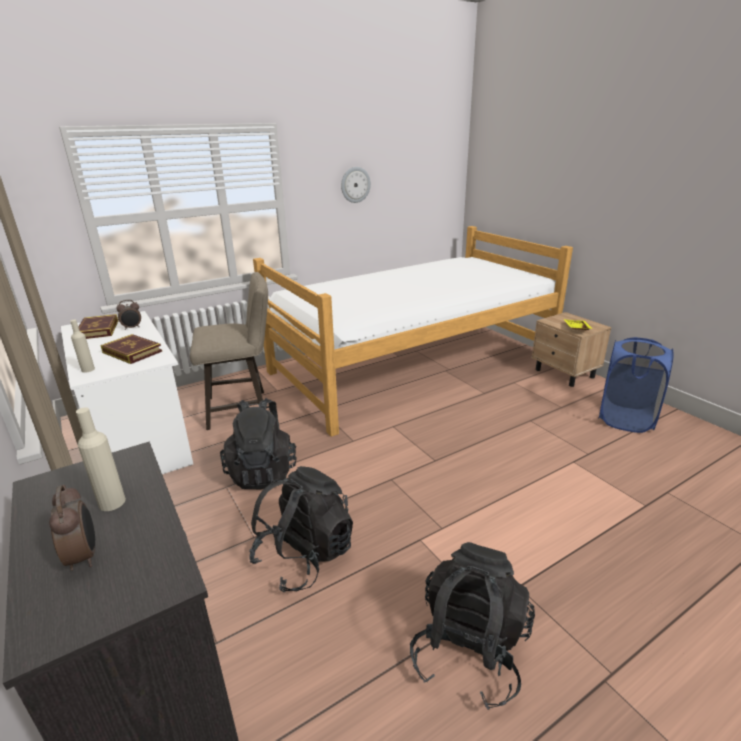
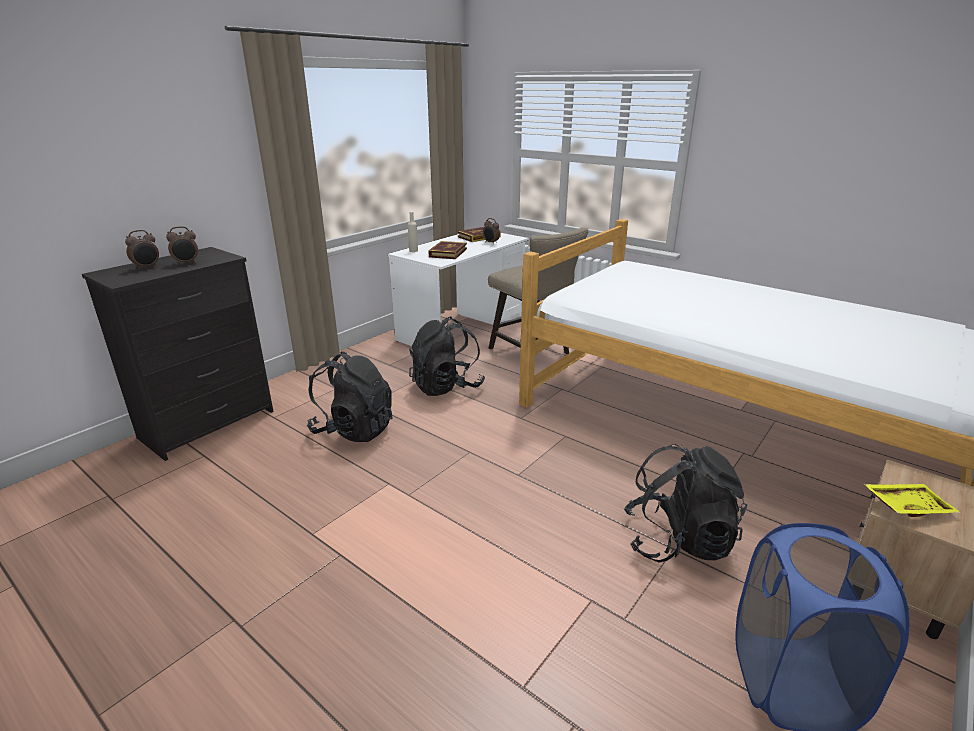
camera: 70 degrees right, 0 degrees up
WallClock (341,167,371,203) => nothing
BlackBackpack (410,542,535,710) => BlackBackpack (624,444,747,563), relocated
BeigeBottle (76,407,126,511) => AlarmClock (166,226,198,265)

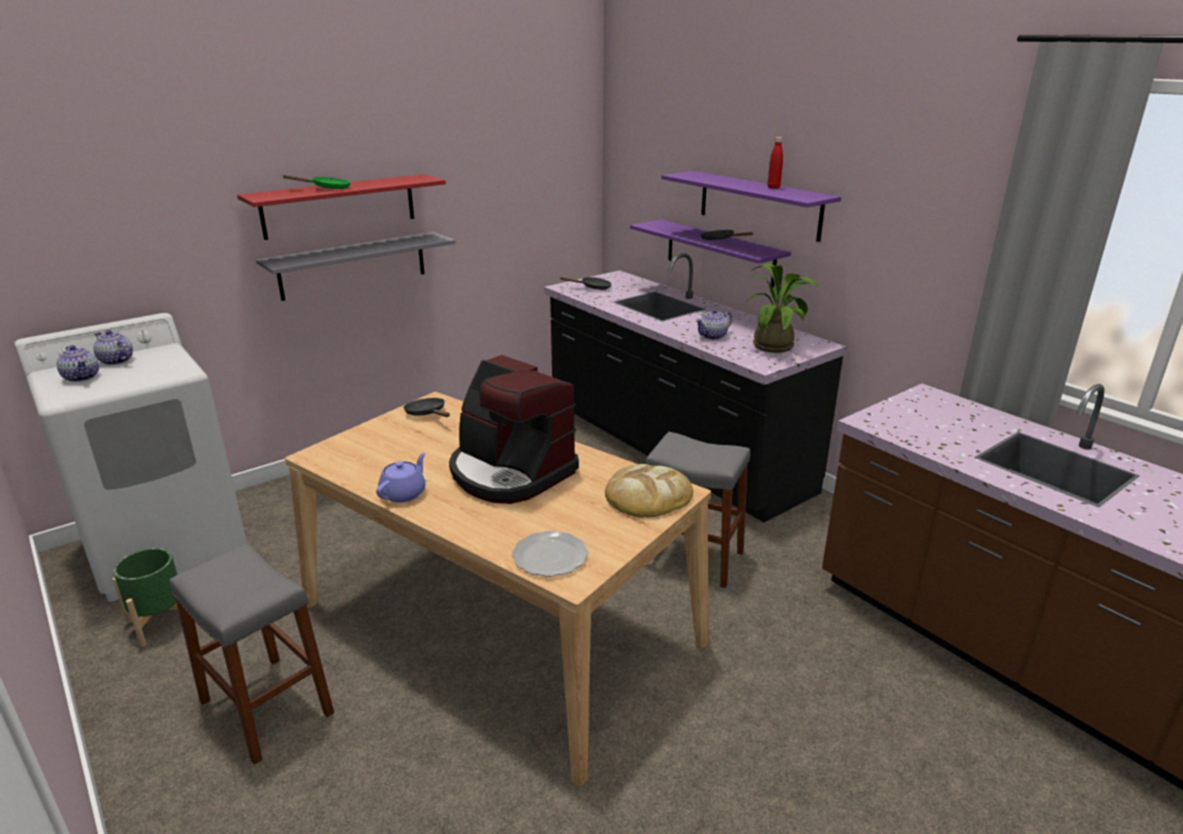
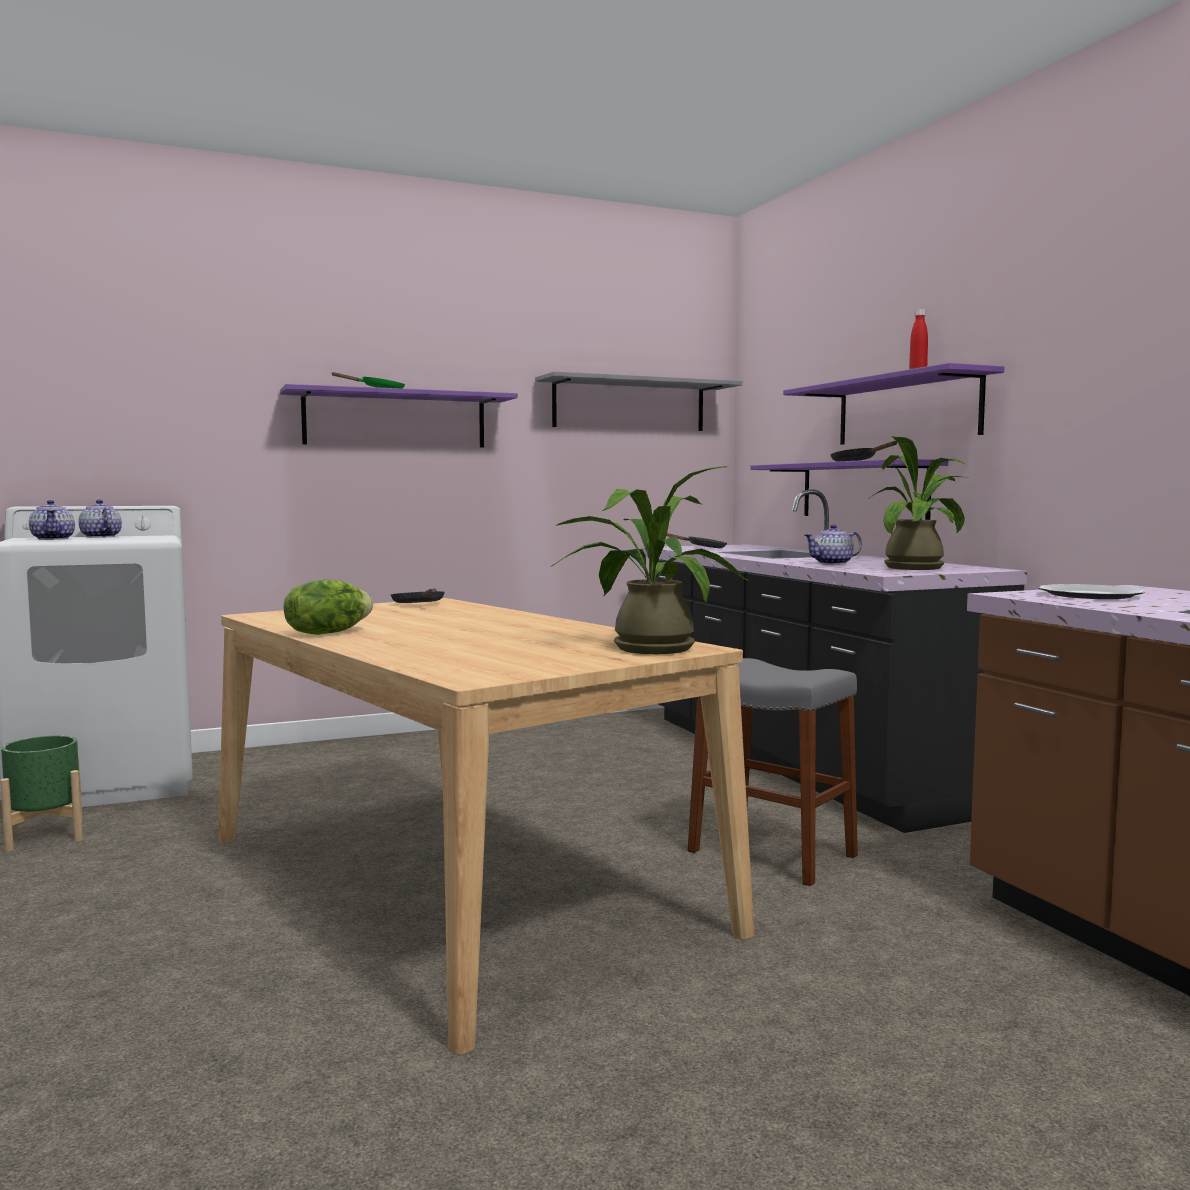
camera: 15 degrees right, 20 degrees down
GreyStool (170,544,334,765) => nothing
CoffeeMachine (449,355,579,504) => nothing
GreyShelf (256,232,455,301) => GreyShelf (535,371,743,431), relocated
Plate (512,531,588,577) => Plate (1039,584,1145,599), relocated
PurpleTeapot (376,453,426,503) => Lettuce (284,579,373,635)
Bread (605,464,693,518) => PottedPlant (552,466,748,654)
RedShelf (237,174,446,240) => PurpleShelf (280,384,518,448)

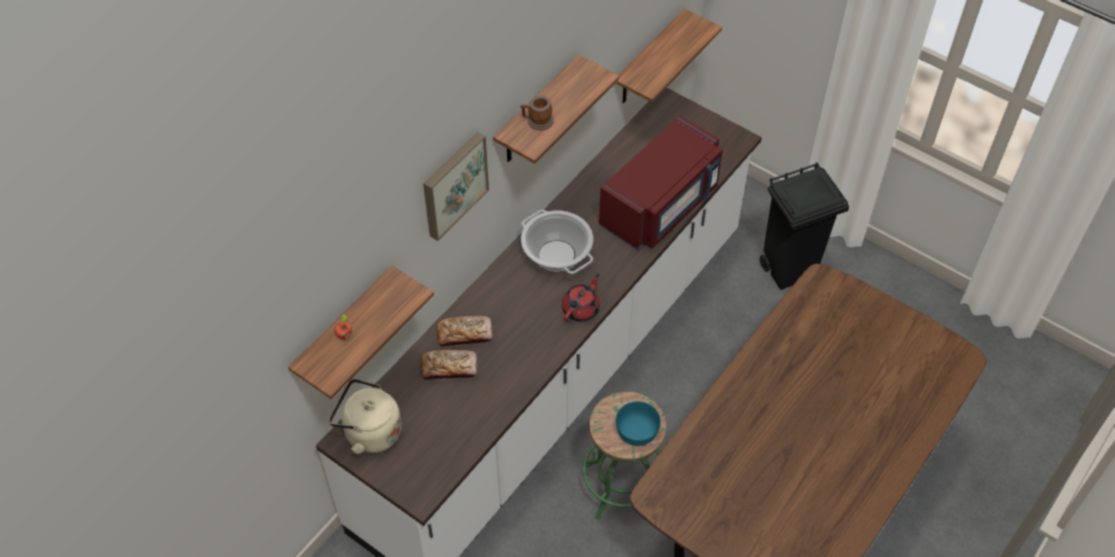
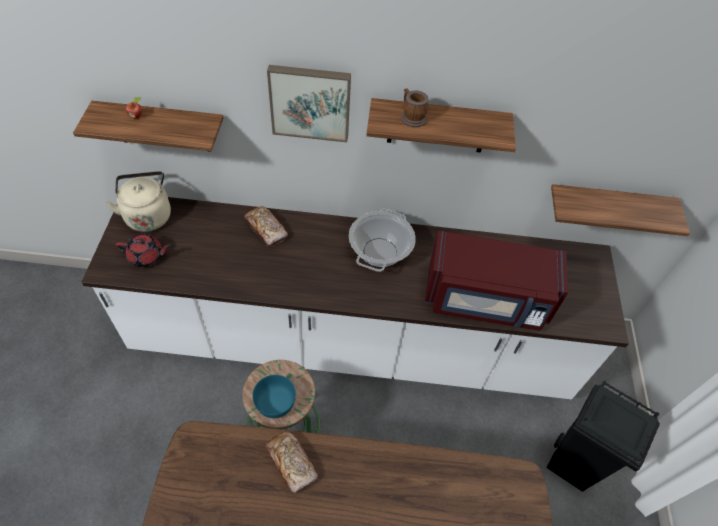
camera: 55 degrees right, 0 degrees up
Bread (420,350,477,380) => Bread (265,430,318,493), relocated
RedTeapot (562,274,600,322) => RedTeapot (115,233,172,267), relocated

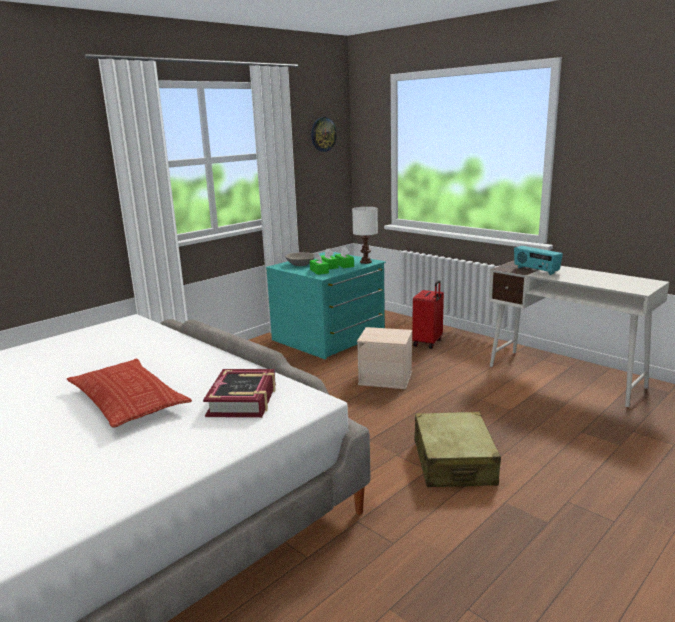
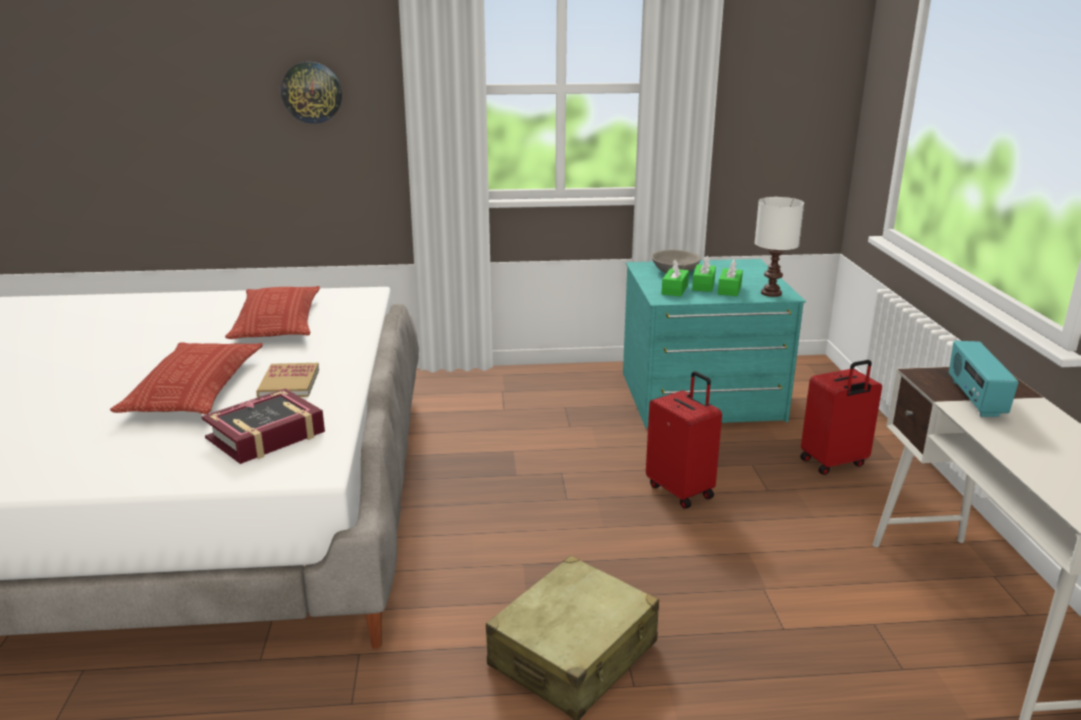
camera: 40 degrees right, 5 degrees up
nothing => Pillow (225,286,320,339)
nothing => Book (256,363,319,397)
WallClock (311,117,337,152) => WallClock (281,62,342,124), relocated
BeigeStorageBox (357,327,412,389) => RedSuitcase (646,371,722,509)

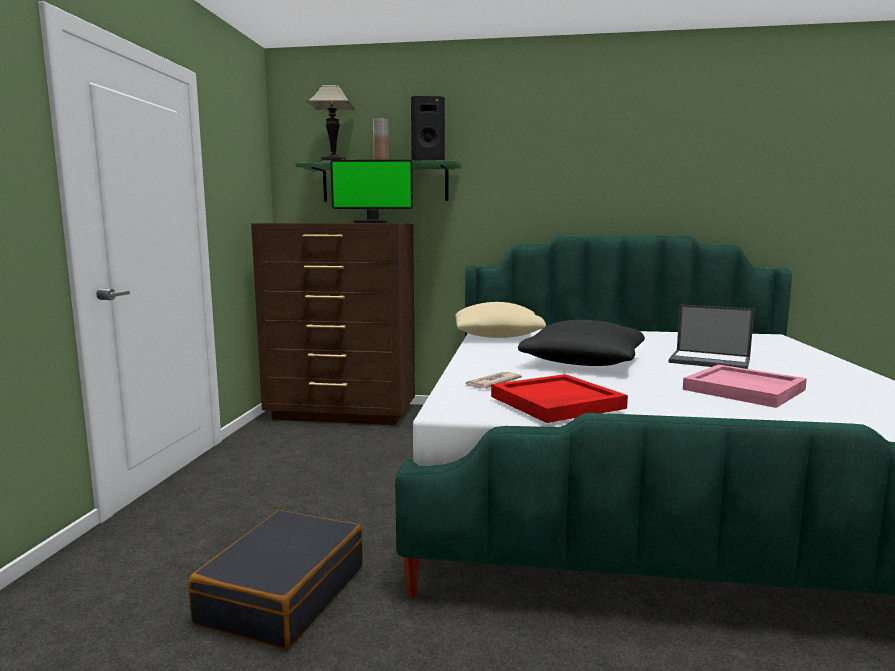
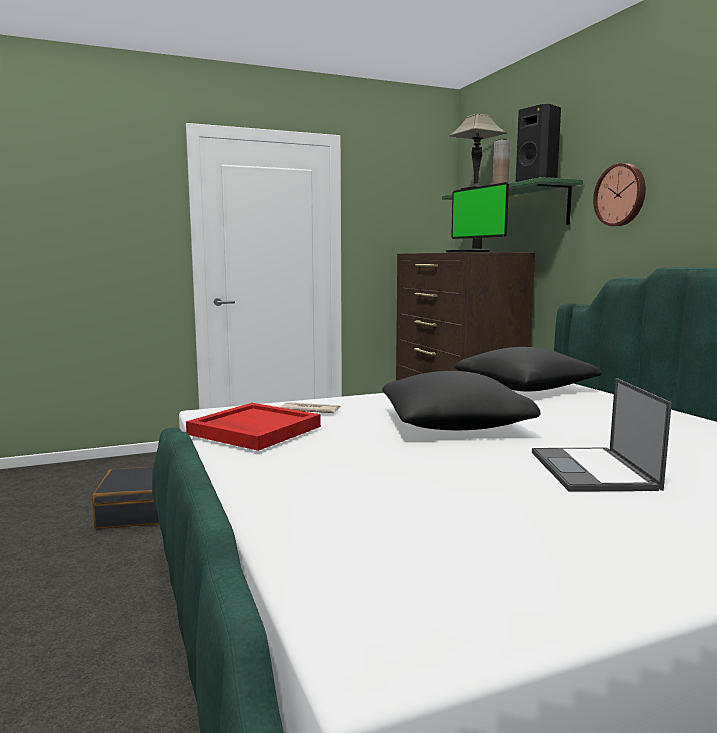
camera: 60 degrees right, 0 degrees up
PinkTray (683,364,807,408) => nothing
nothing => WallClock (593,163,646,226)
BeigePillow (455,302,546,338) => BlackPillow (455,347,602,392)

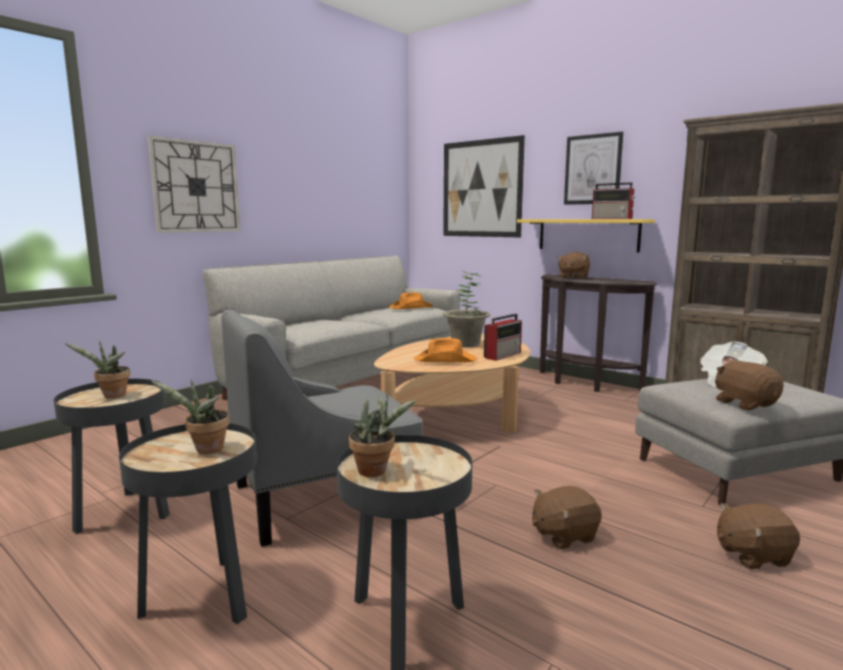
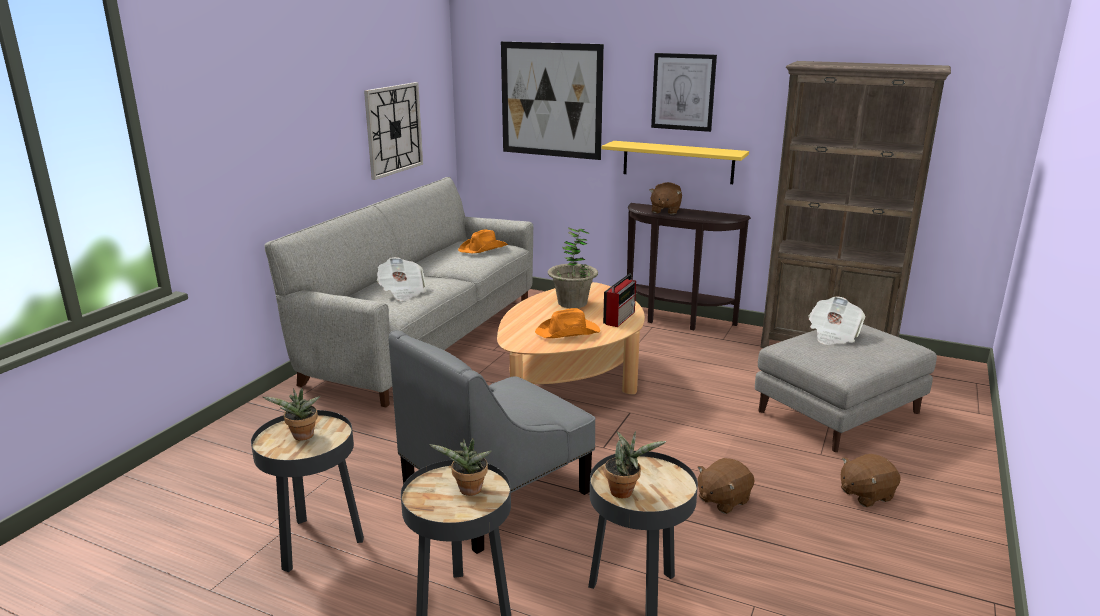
camera: 15 degrees left, 10 degrees up
Radio (592,182,635,219) => nothing
BrownPlushToy (715,360,784,410) => nothing
nothing => Newspaper (377,257,426,301)
WallClock (148,136,240,233) => WallClock (364,82,423,180), relocated

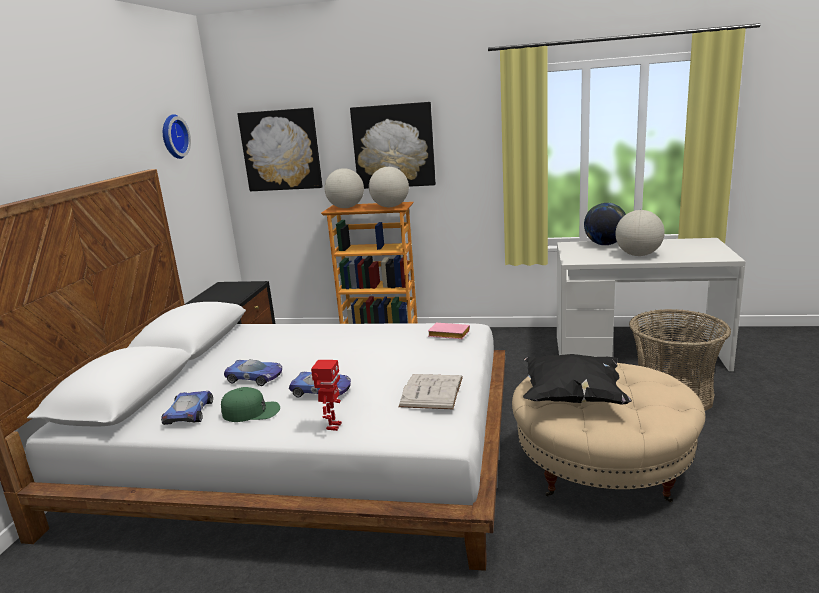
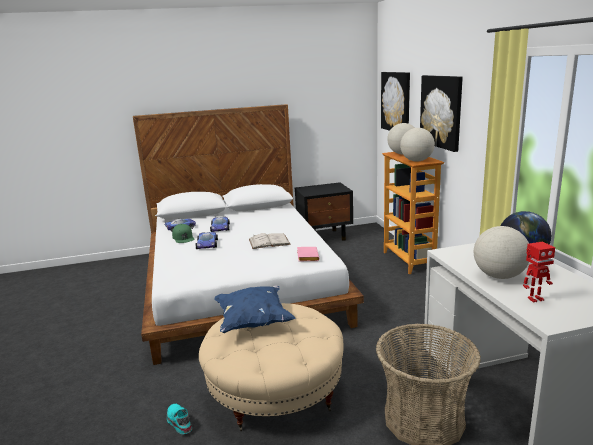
camera: 65 degrees right, 0 degrees up
WallClock (163,114,191,159) => nothing
nothing => TurquoiseShoe (167,404,192,434)
ToyRobot (311,360,342,431) => ToyRobot (523,242,555,303), relocated
WhiteBook (398,374,463,409) => WhiteBook (249,233,291,249), relocated
BlackPillow (523,354,632,405) => BluePillow (214,285,296,333)

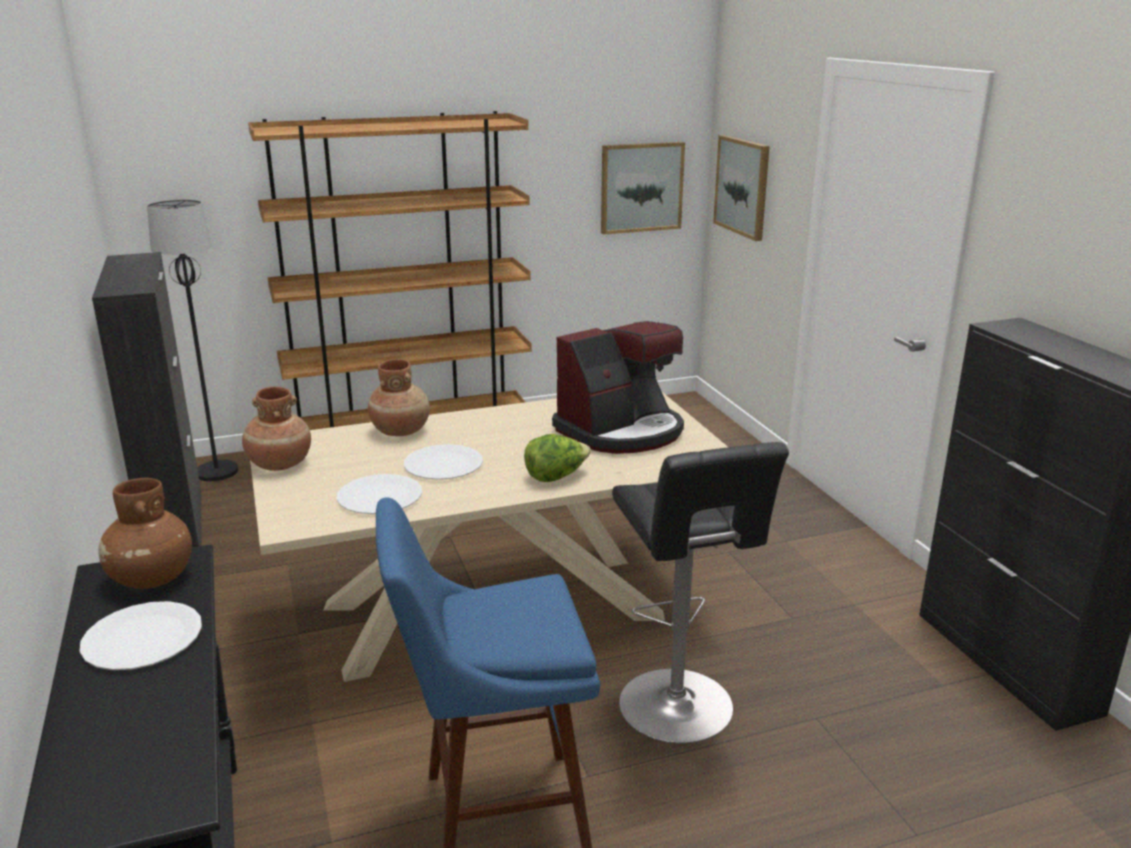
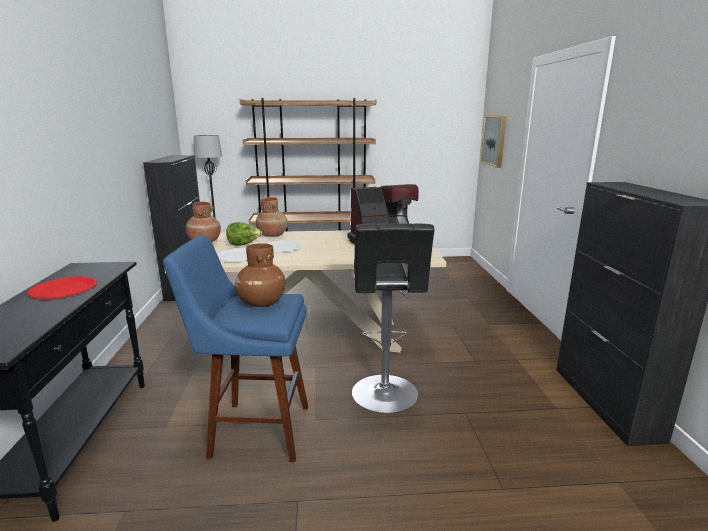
camera: 15 degrees right, 5 degrees down
Picture (601,142,685,235) => nothing
BrownVase (98,478,192,589) => BrownVase (235,243,286,307), relocated
Lettuce (524,434,591,482) => Lettuce (226,222,262,246), relocated
WhitePlate (80,601,202,670) => RedPlate (27,276,97,299)

